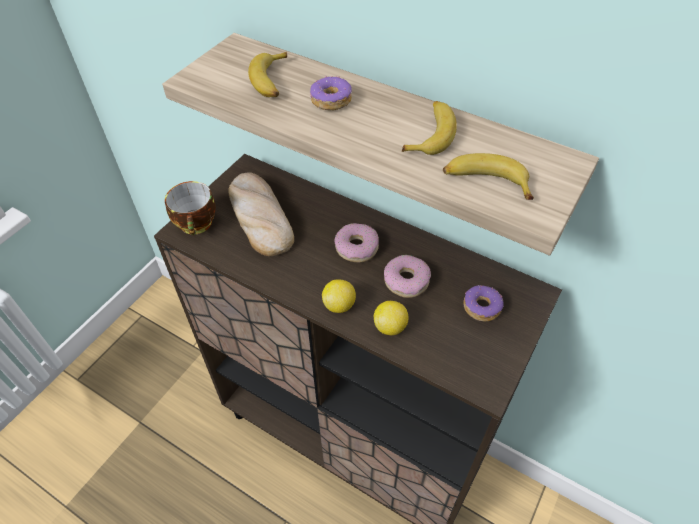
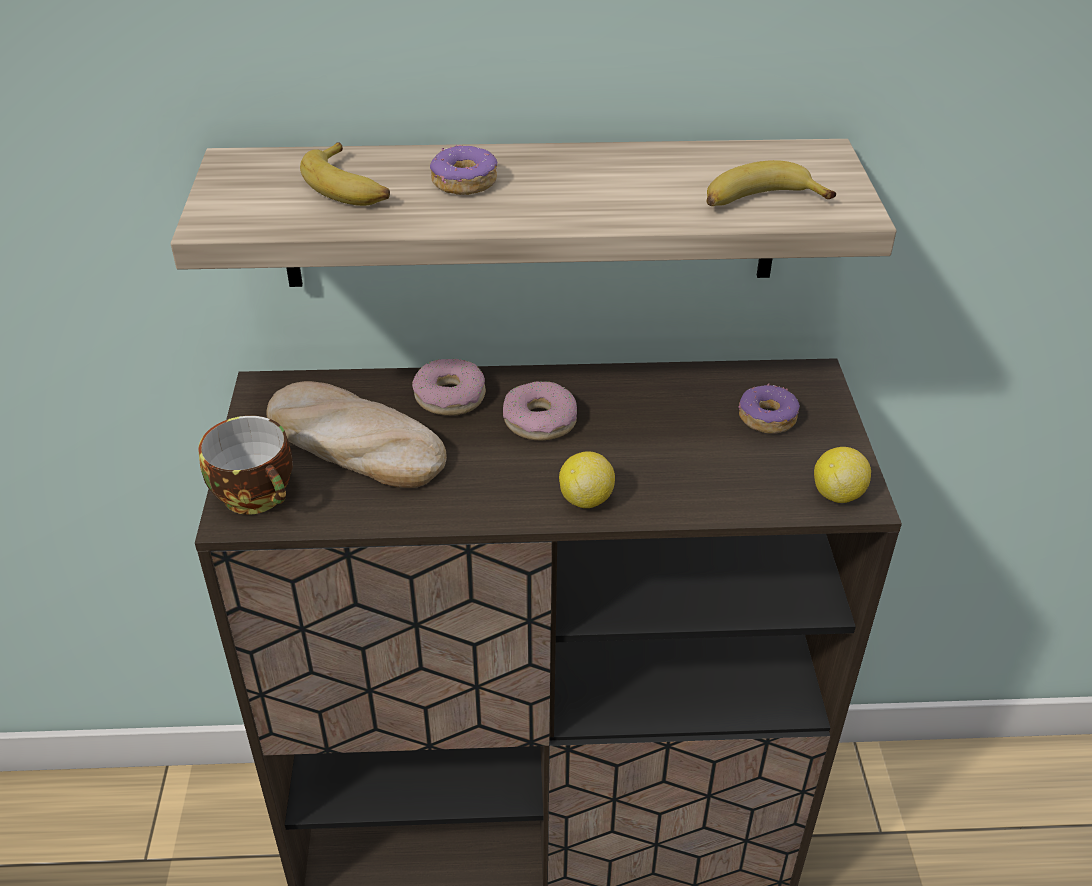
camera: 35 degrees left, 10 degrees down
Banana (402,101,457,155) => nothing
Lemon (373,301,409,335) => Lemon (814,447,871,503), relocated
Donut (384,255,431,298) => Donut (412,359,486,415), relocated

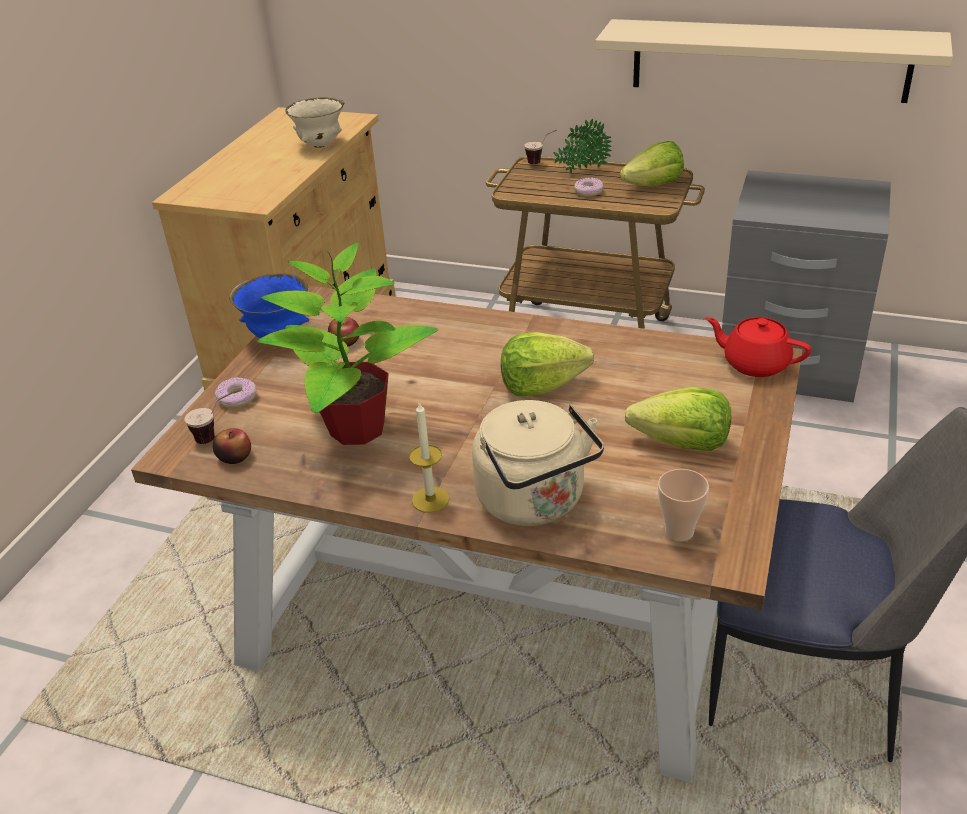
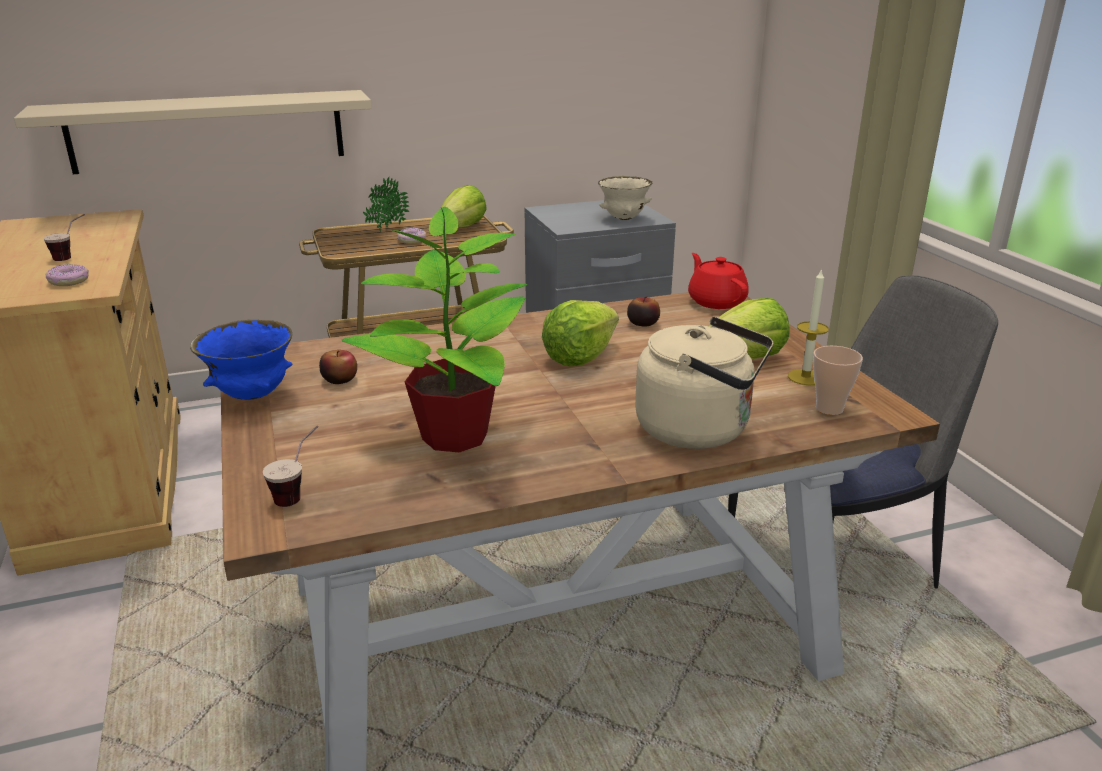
camera: 40 degrees left, 10 degrees down
Apple (213,428,251,464) => Apple (627,296,660,326), relocated
Donut (215,377,256,408) => Donut (46,264,89,286), relocated
BeigeBowl (285,97,344,148) => BeigeBowl (598,176,652,220), relocated
Candle (409,401,449,513) => Candle (788,268,829,385), relocated
Cup (524,130,557,164) => Cup (43,214,85,261), relocated
BeigeShelf (595,19,953,103) => BeigeShelf (14,90,372,174), relocated
RedTeapot (705,317,811,377) => RedTeapot (688,253,749,309), 75 degrees clockwise

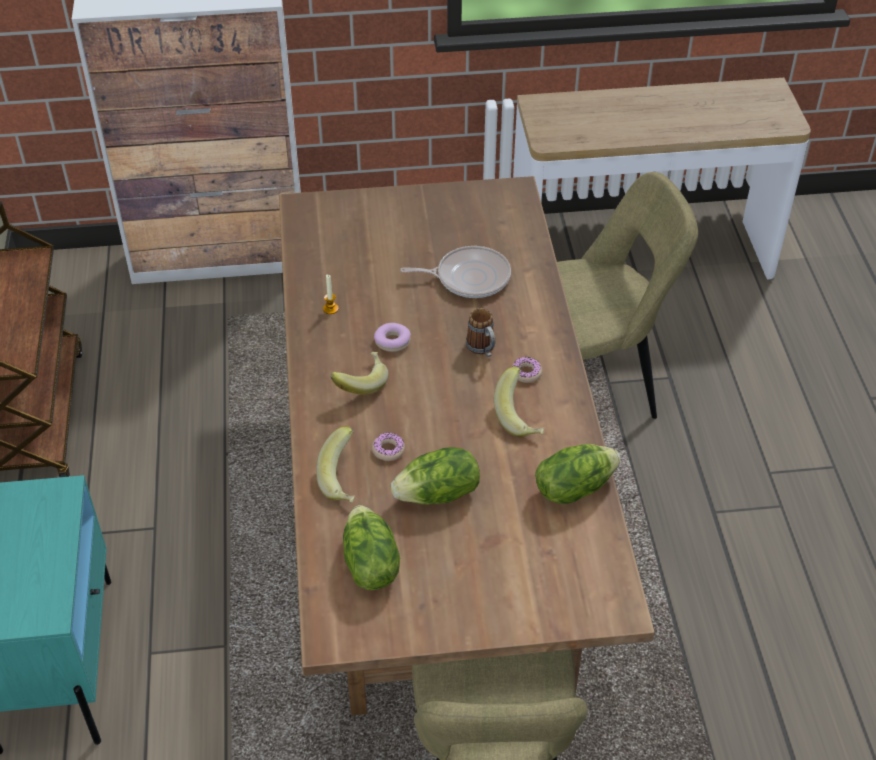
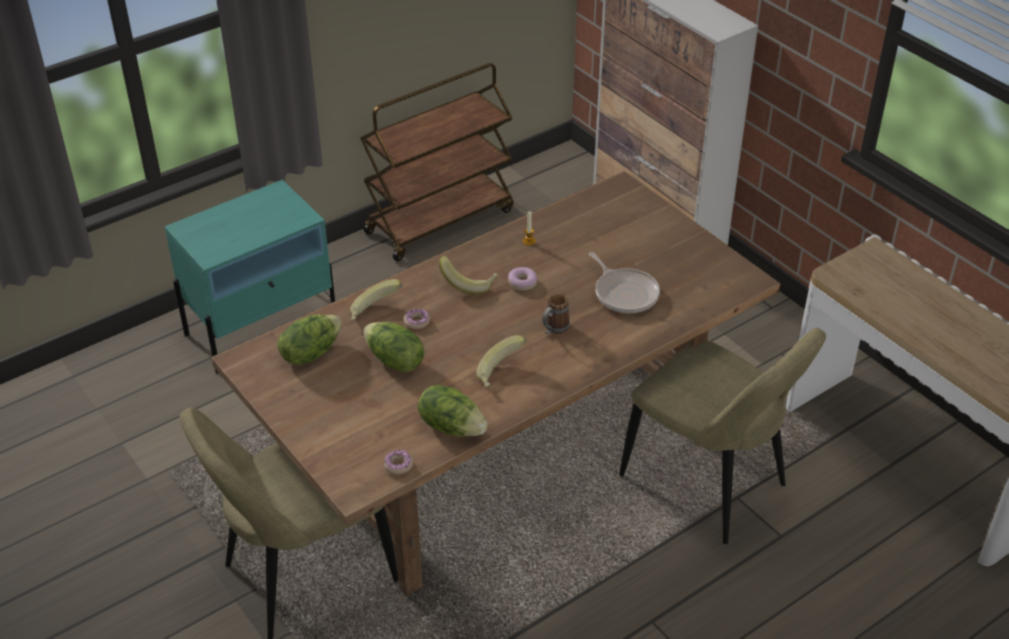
camera: 60 degrees right, 5 degrees down
Donut (512,357,542,383) => Donut (384,450,413,475), relocated

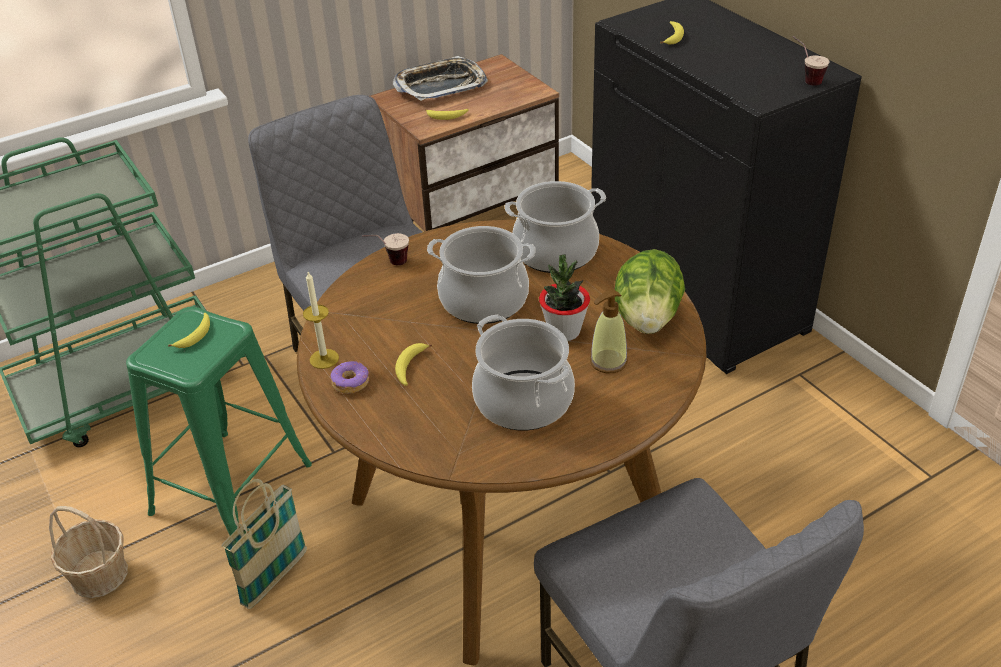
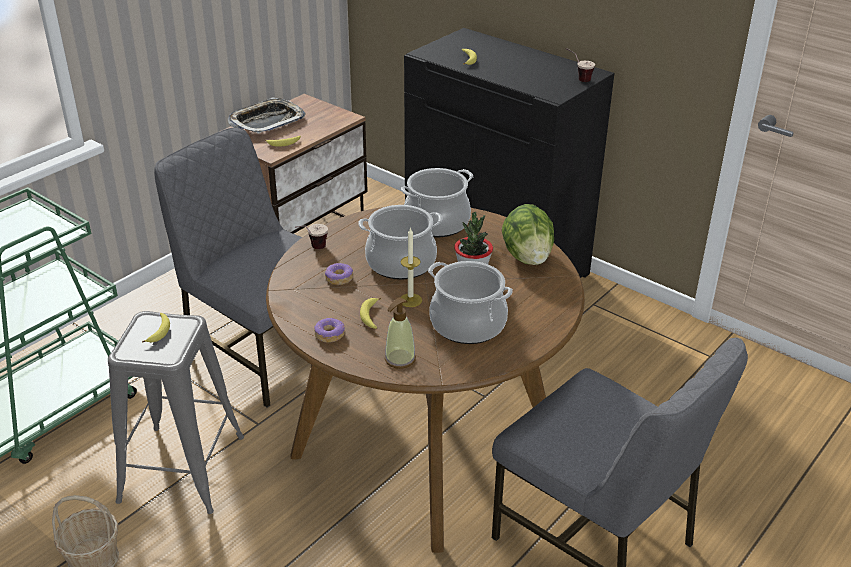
camera: 20 degrees left, 5 degrees down
Basket (221,479,307,609) => nothing
nothing => Donut (325,263,353,285)
Candle (303,272,339,369) => Candle (400,227,422,307), relocated
SoapDispenser (590,289,628,373) => SoapDispenser (385,297,416,369), relocated
GreenStool (126,307,312,535) => GreyStool (108,311,244,514)

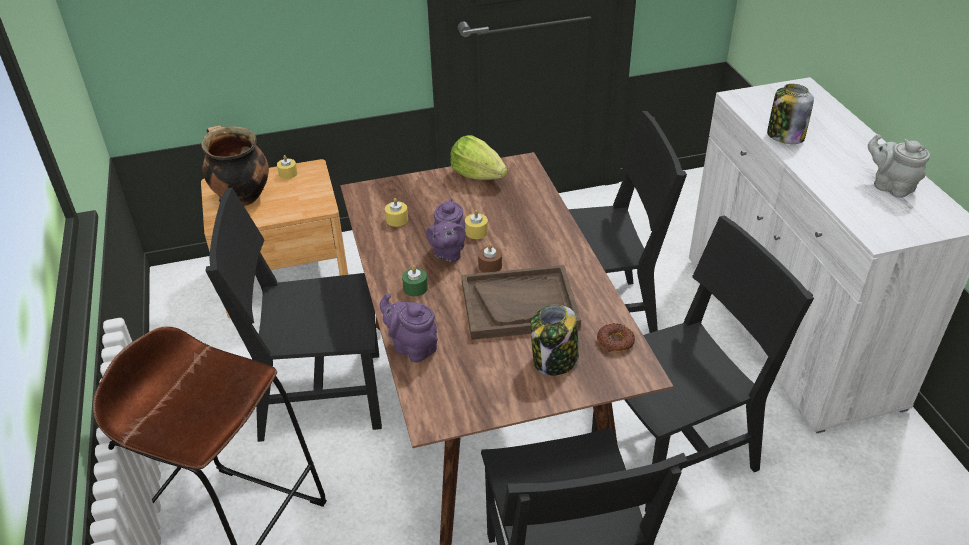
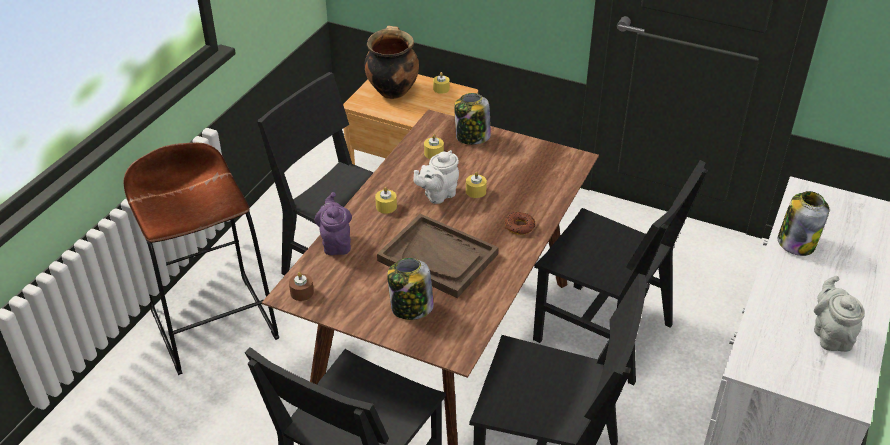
camera: 40 degrees right, 0 degrees up
Lettuce (450,135,508,180) => nothing
nothing => Jar (454,93,491,145)
BrownCandle (478,244,502,273) => BrownCandle (289,272,314,301), relocated
Donut (597,323,635,352) => Donut (505,212,535,235), relocated
GreenCandle (402,265,428,296) => YellowCandle (375,187,397,214)
PurpleTeapot (426,198,466,262) => WhiteTeapot (413,150,459,204)

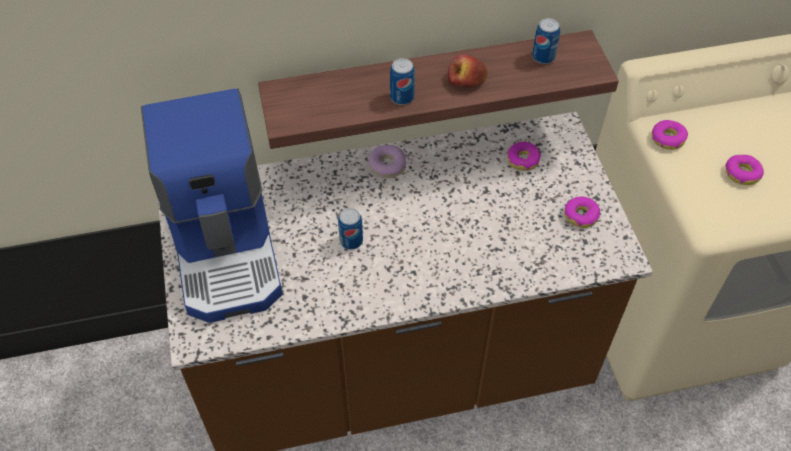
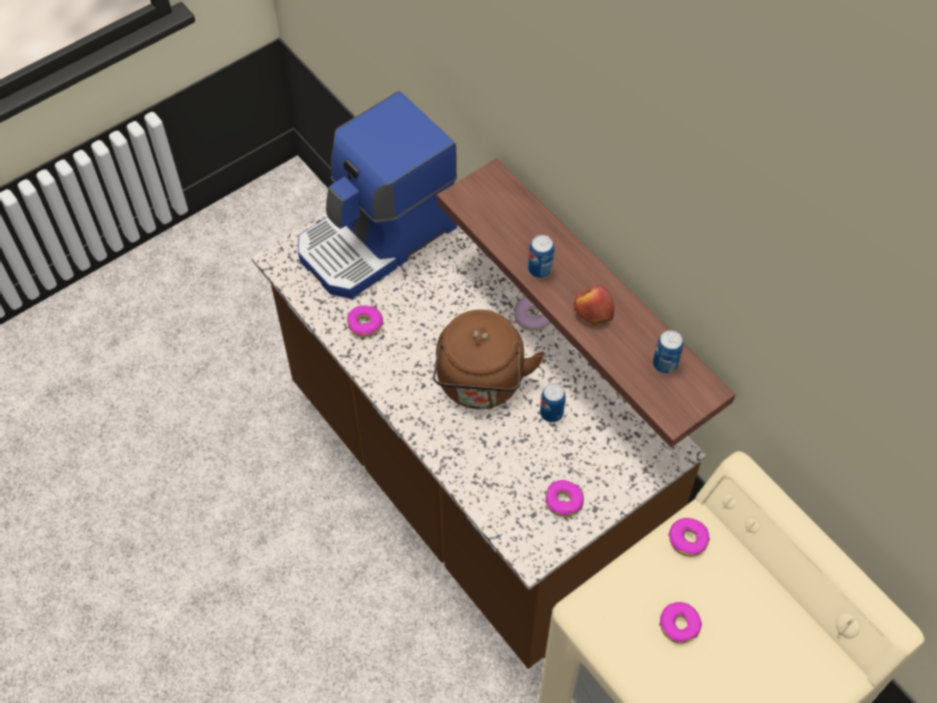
camera: 65 degrees right, 5 degrees up
nothing => BrownKettle (433,310,545,409)
Can (338,208,363,250) => Can (540,383,566,422), relocated
Donut (507,142,541,171) => Donut (347,306,383,337), relocated

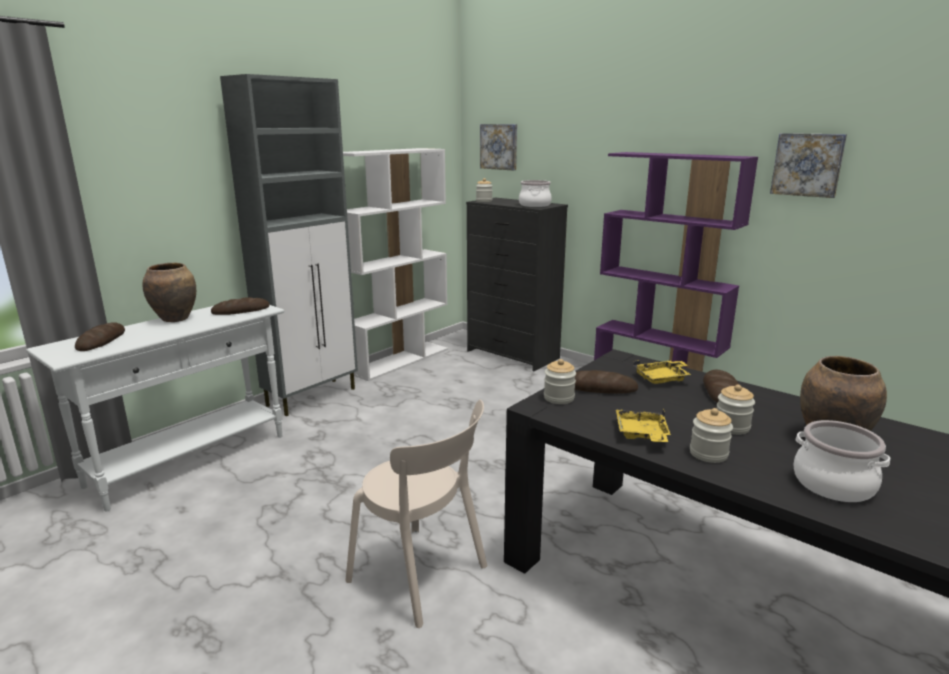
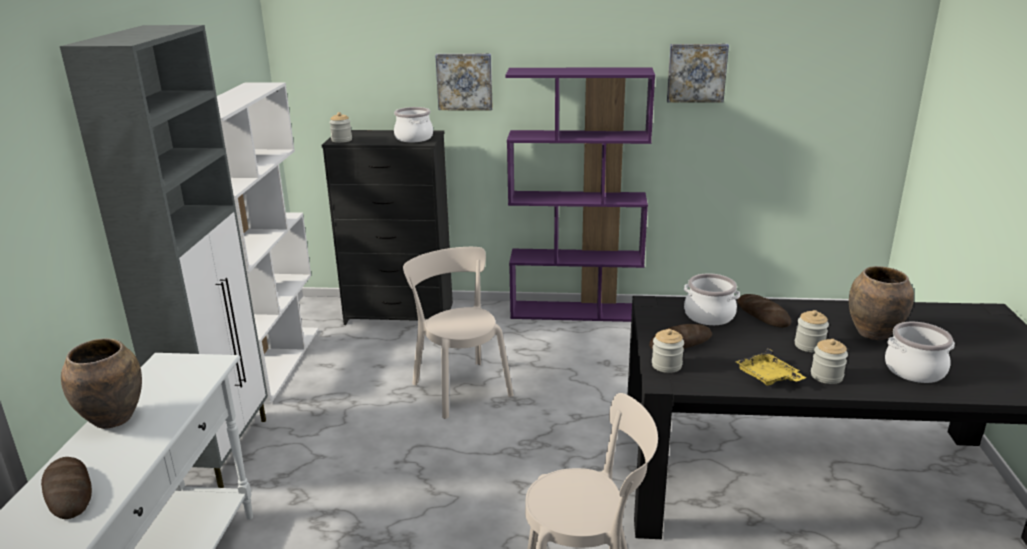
camera: 35 degrees left, 5 degrees up
Bread (211,297,270,315) => nothing
nothing => BeigeChair (403,247,514,419)
Picture (480,124,517,170) => Picture (435,54,493,110), relocated
YellowTray (633,360,691,384) => CookingPot (684,273,740,325)

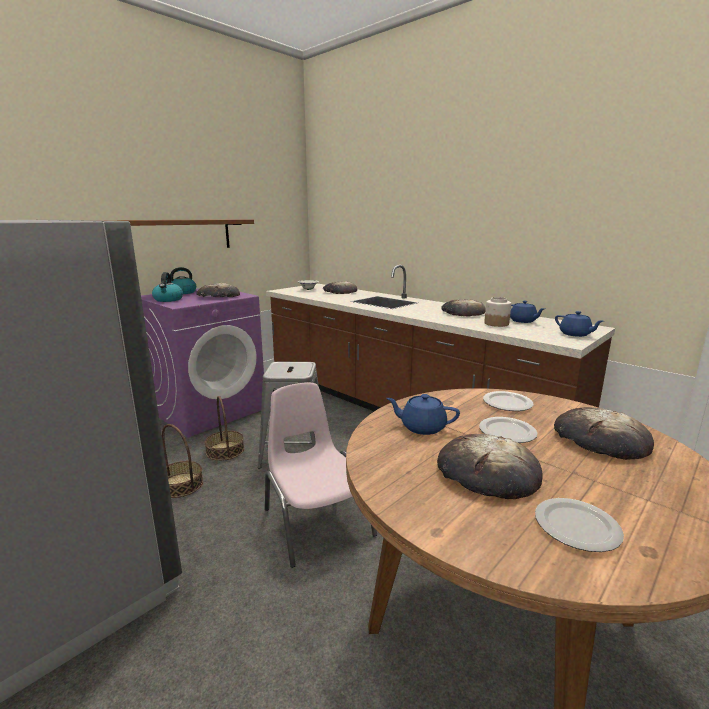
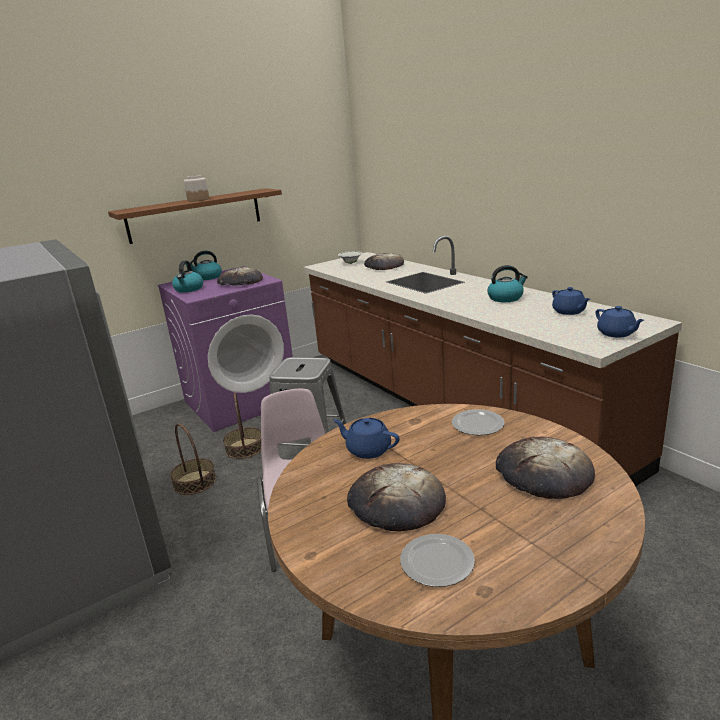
camera: 15 degrees right, 5 degrees up
Plate (479,417,538,443) => nothing
Jar (484,297,511,327) => Jar (184,175,209,202), relocated
Bread (441,299,486,317) => Kettle (487,265,528,302)

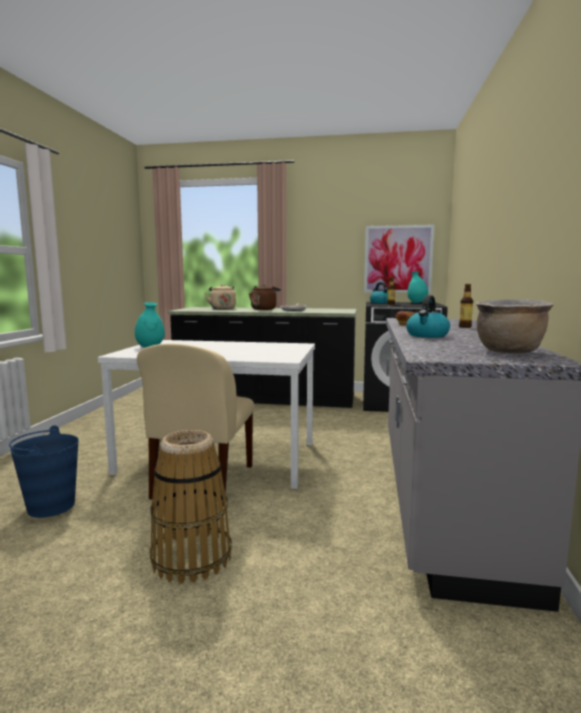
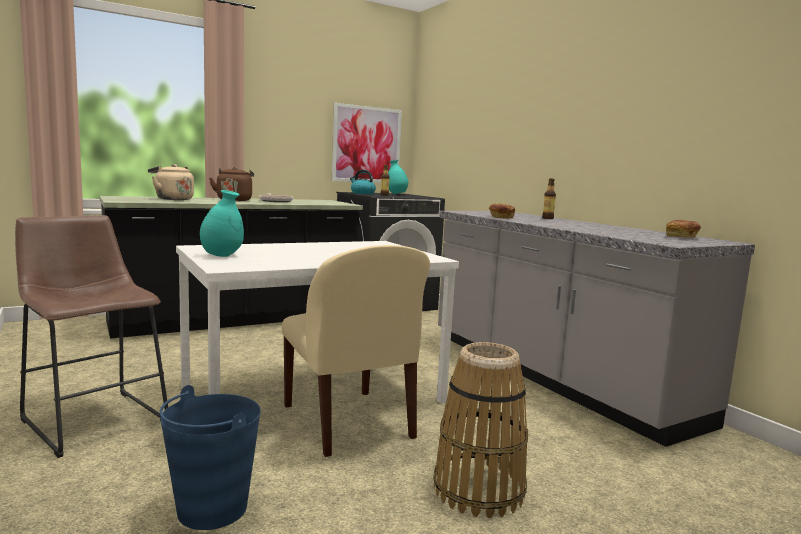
camera: 40 degrees left, 0 degrees up
Kettle (406,295,450,338) => nothing
nothing => BrownStool (15,215,168,458)
BrownCookingPot (476,299,553,353) => Bread (666,220,701,238)

